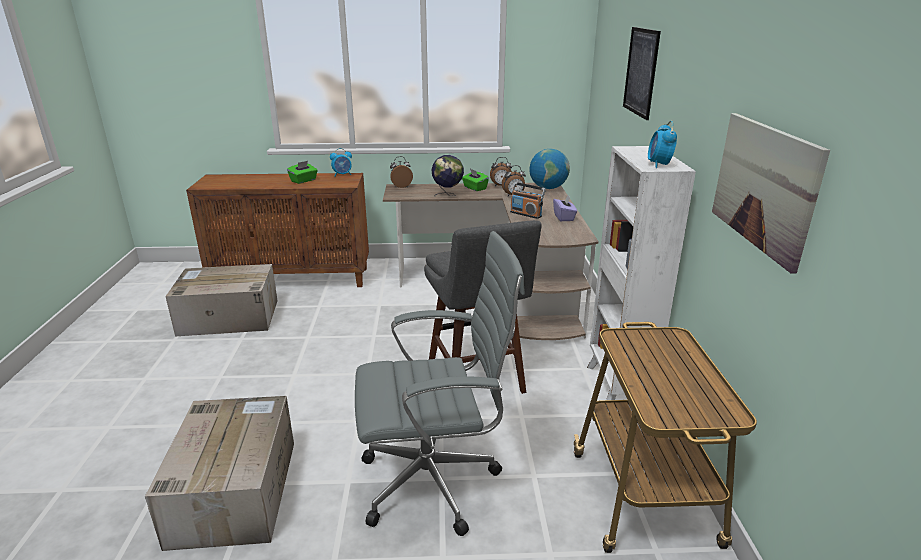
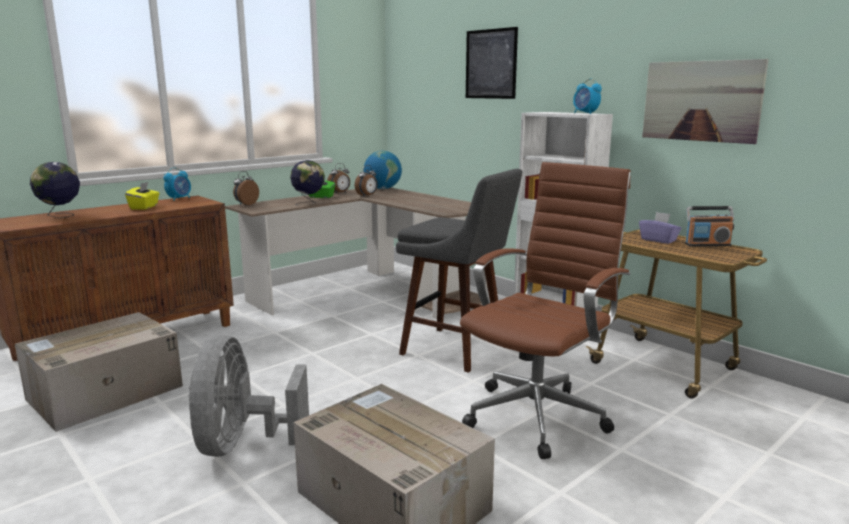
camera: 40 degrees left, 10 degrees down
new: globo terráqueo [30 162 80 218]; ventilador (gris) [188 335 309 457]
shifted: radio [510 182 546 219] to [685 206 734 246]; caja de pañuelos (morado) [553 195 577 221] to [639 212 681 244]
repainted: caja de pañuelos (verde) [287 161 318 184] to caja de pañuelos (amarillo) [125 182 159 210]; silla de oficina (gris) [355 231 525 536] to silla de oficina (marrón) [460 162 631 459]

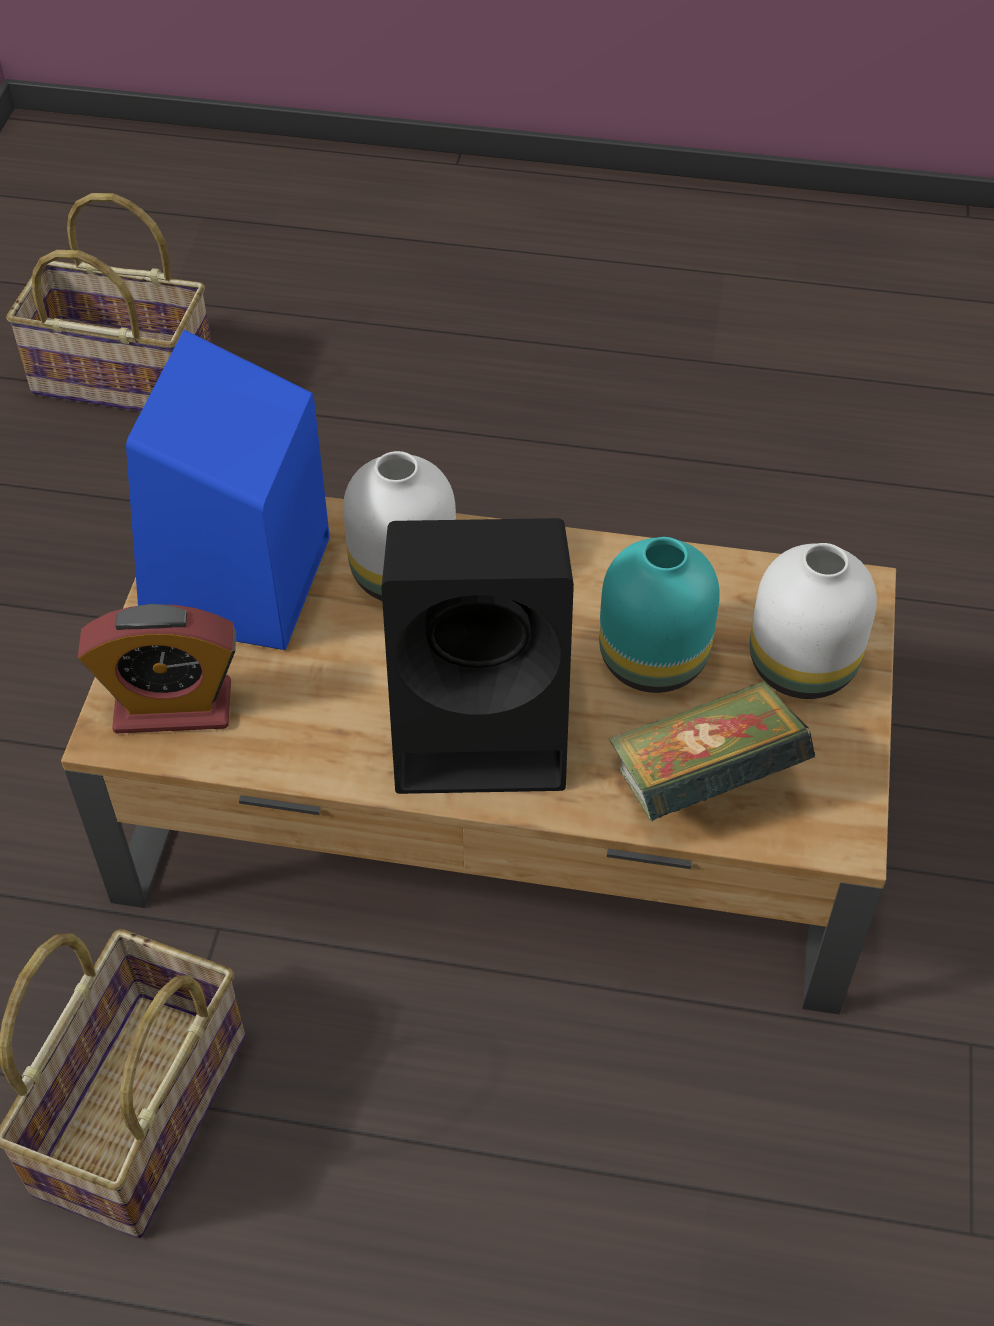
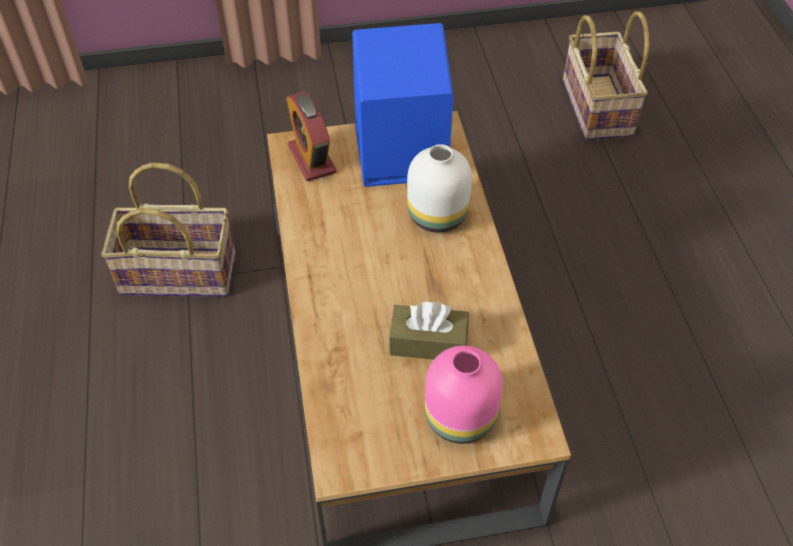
camera: 70 degrees right, 0 degrees up
gone: altavoz (negro) [381 518 574 794]; libro [609 681 815 821]
swapped: florero (turquesa) [599 537 720 693] to caja de pañuelos (marrón) [389 302 469 360]
repainted: florero (blanco) [750 543 877 699] to florero (rosa) [425 346 503 444]

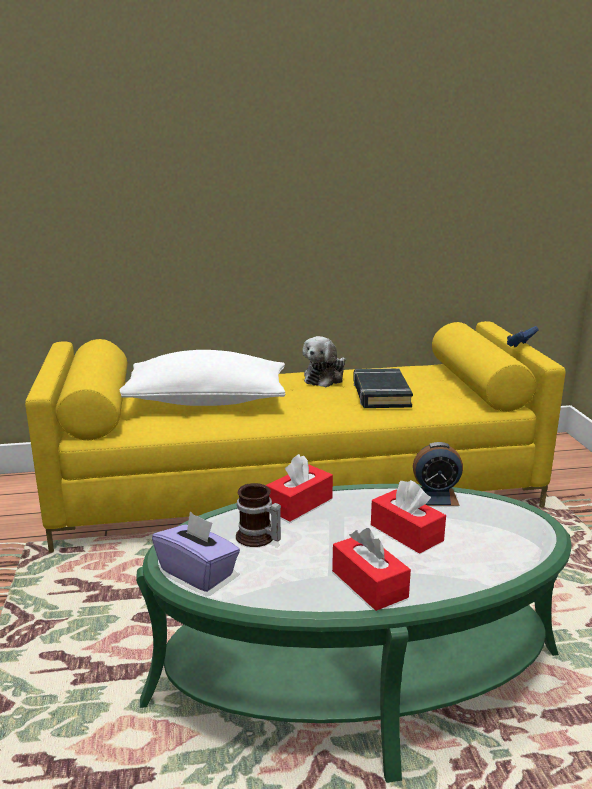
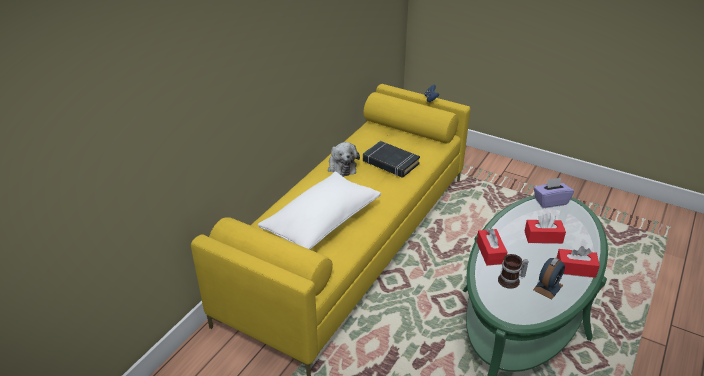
camera: 50 degrees left, 15 degrees up
shifted: despertador [413 442 463 506] to [533 258 565 299]; caja de pañuelos (morado) [152 512 240 592] to [534 178 574 208]

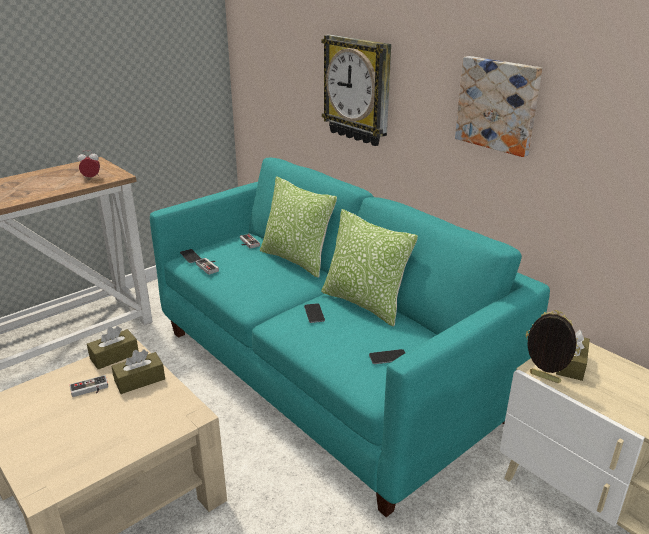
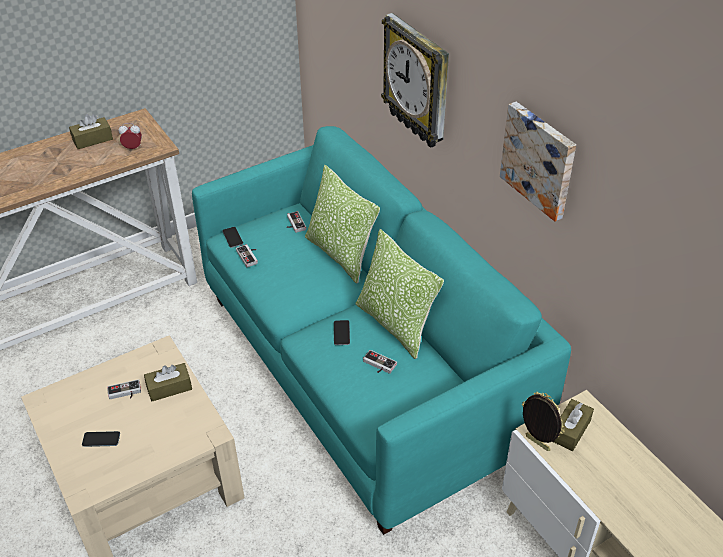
camera: 10 degrees right, 15 degrees up
new: mando de consola [363 350 397 374]
shifted: caja de pañuelos (marrón) [87 326 139 369] to [69 114 113 149]; móvil [369 349 405 364] to [82 431 120 447]

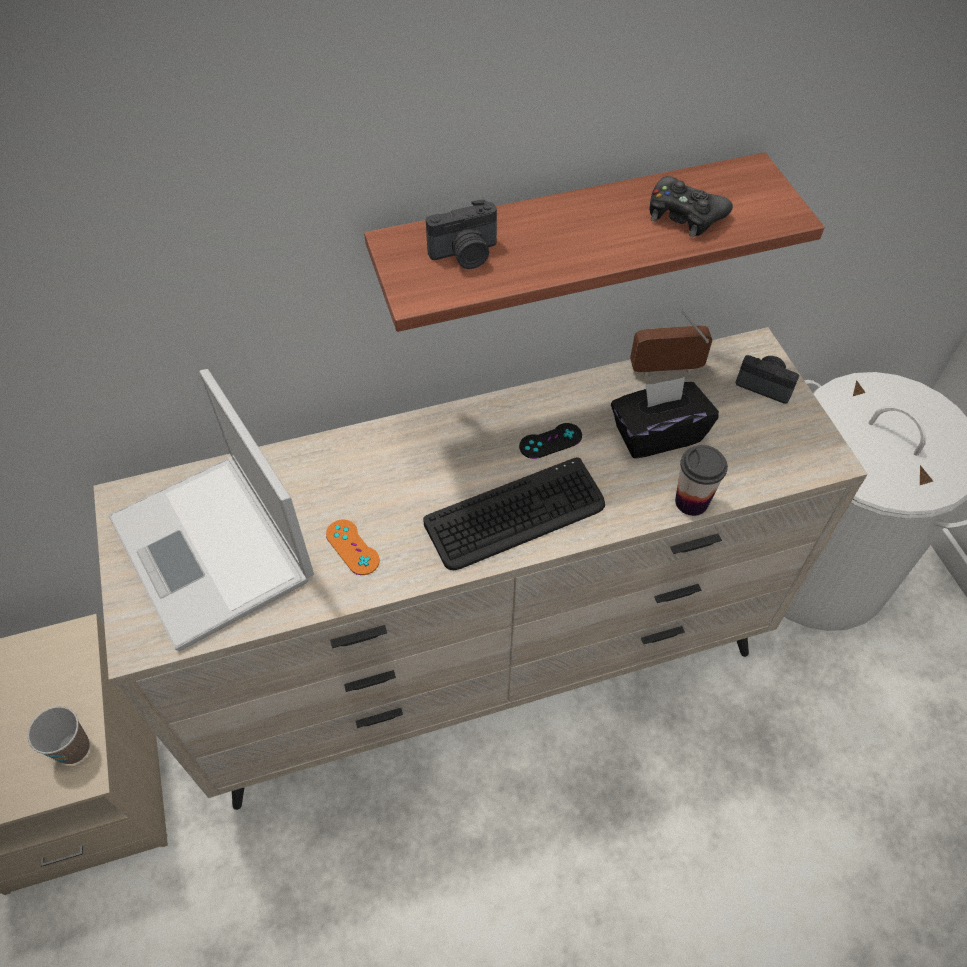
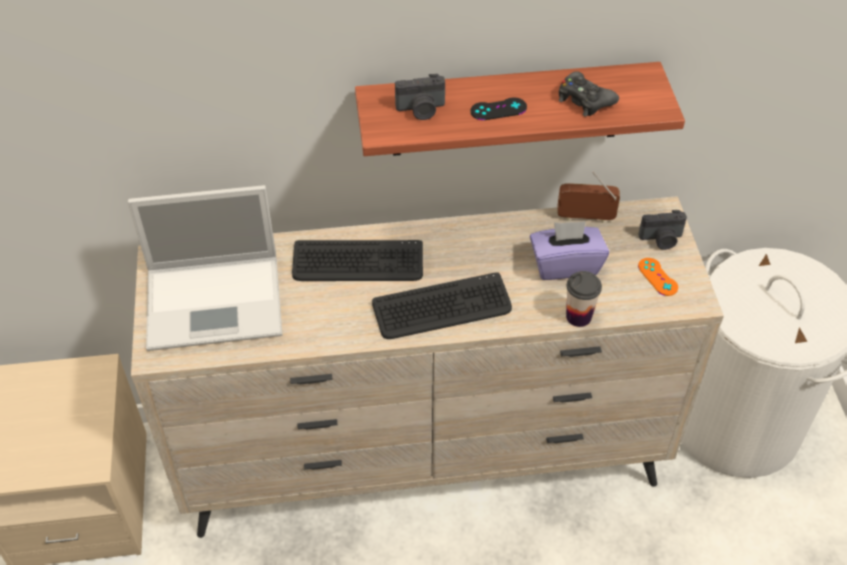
camera: 10 degrees right, 5 degrees down
gone: taza [28 706 90 764]
new: teclado [292 240 423 281]
shifted: mando de consola (negro) [519 423 582 459] to [470 97 527 120]; mando de consola (naranja) [326 520 380 575] to [638 258 678 296]
repainted: caja de pañuelos (negro) [611 377 719 459] to caja de pañuelos (morado) [530 221 609 280]
rotated: cámara [736 355 799 404] = [638 210 687 250] 135 degrees clockwise; portátil [109 369 314 651] = [128 185 282 351] 75 degrees counterclockwise

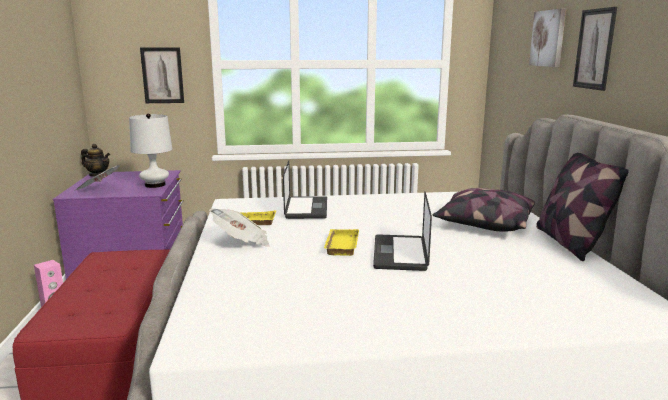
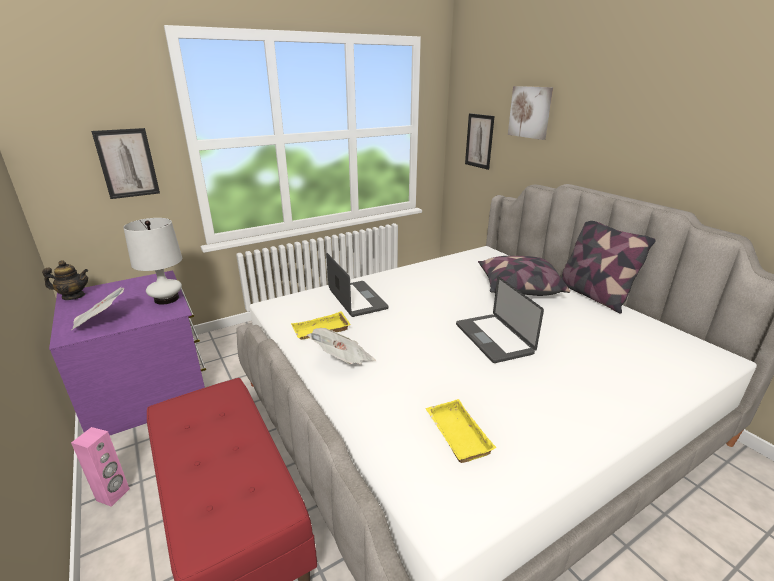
camera: 25 degrees left, 10 degrees up
shifted: cuadro [573 7 617 91] to [465 113 494 170]; bandeja (amarillo) [324 229 359 256] to [426 399 497 463]

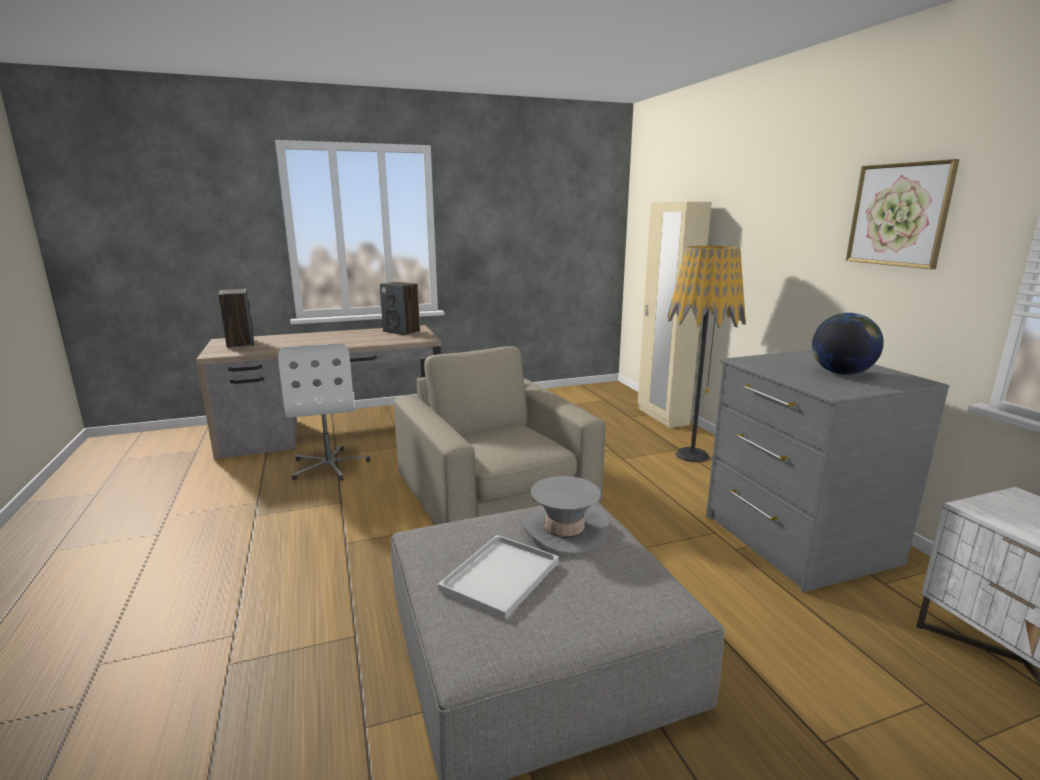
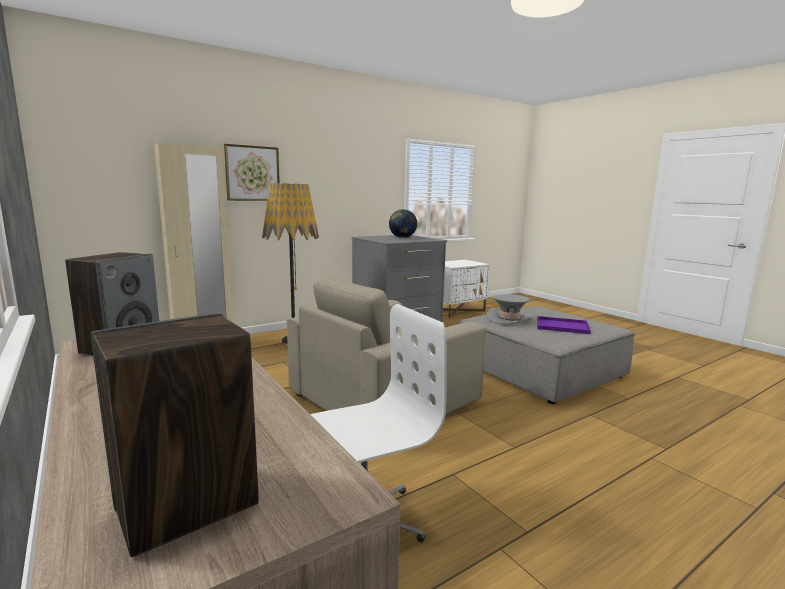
camera: 105 degrees left, 5 degrees down
shifted: cuadro [846 159 960 269] to [224 144 280 201]
repainted: bandeja (blanco) [438 535 559 620] to bandeja (morado) [537 316 591 334]

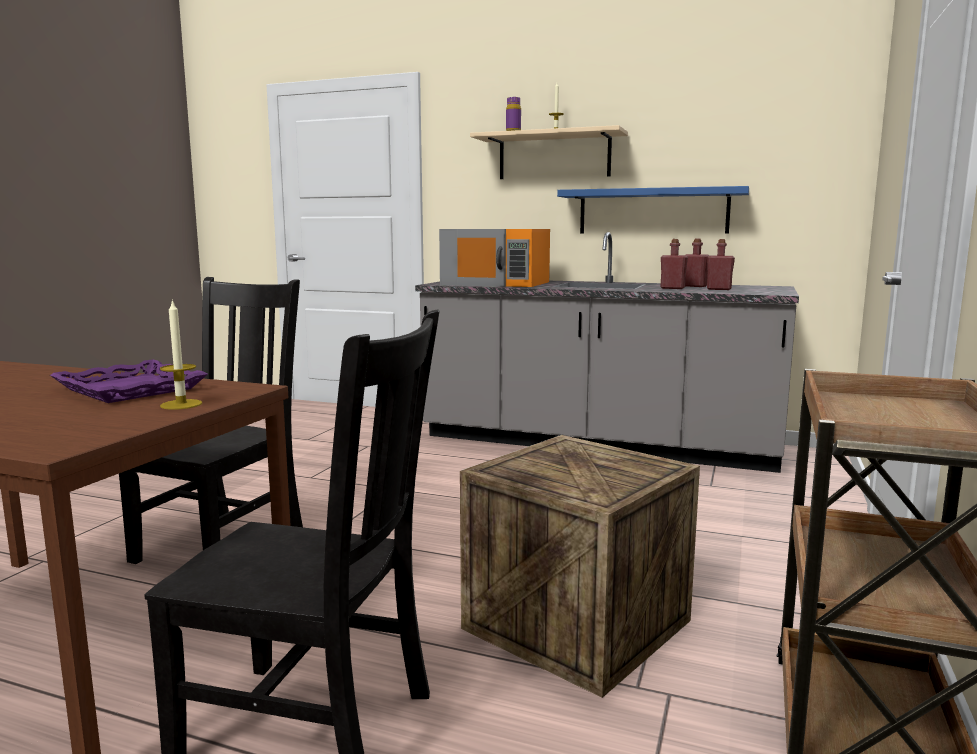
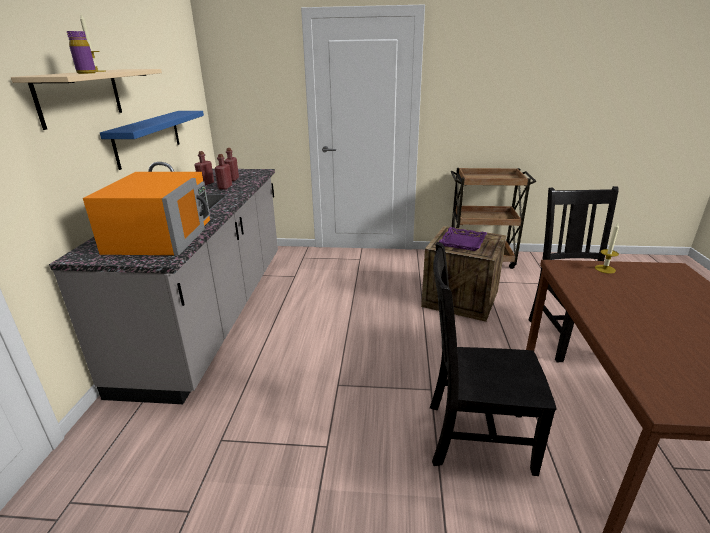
camera: 105 degrees left, 15 degrees up
shifted: bandeja (morado) [50 359 208 403] to [439 227 487 251]

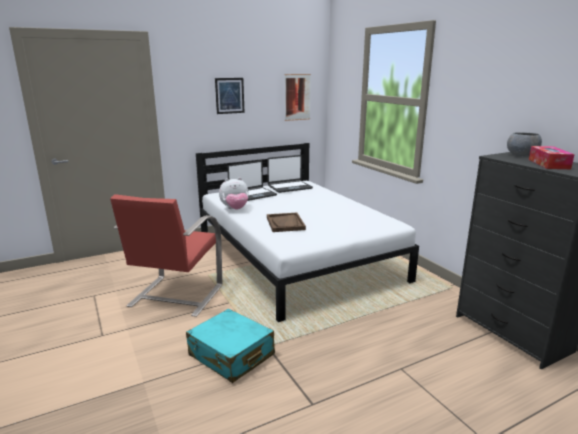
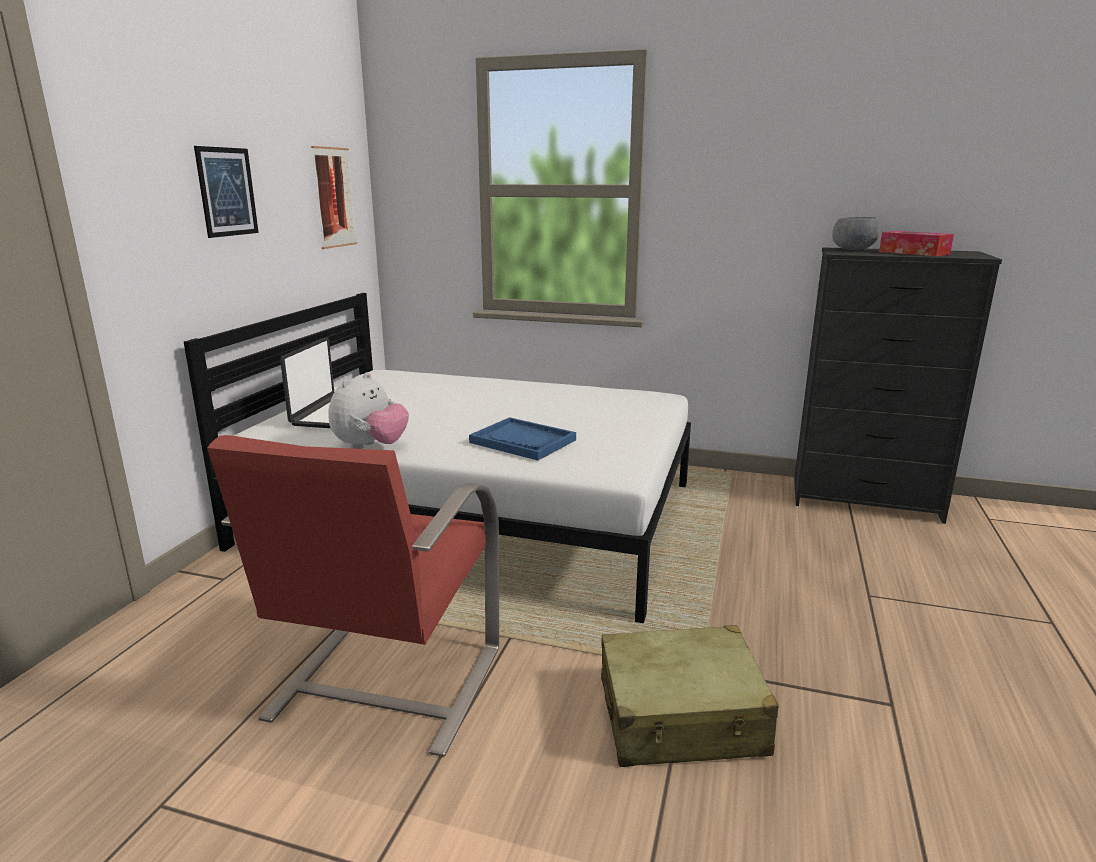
camera: 45 degrees left, 0 degrees up
gone: portátil [267 155 313 193]
repainted: bandeja (marrón) [267 213 306 232] to bandeja (azul) [469 417 576 460]; maleta (turquesa) [186 309 275 383] to maleta (beis) [601 625 778 767]
rotated: sillón (rojo) [110 195 222 317] = [207 435 499 757] 45 degrees clockwise

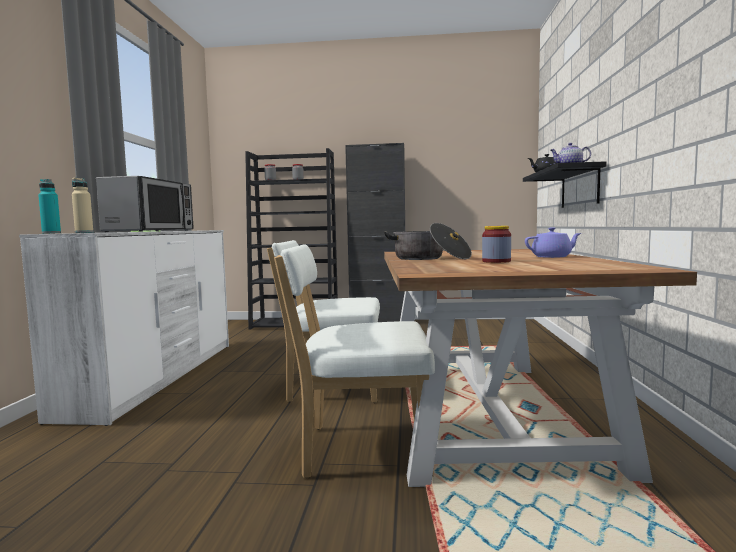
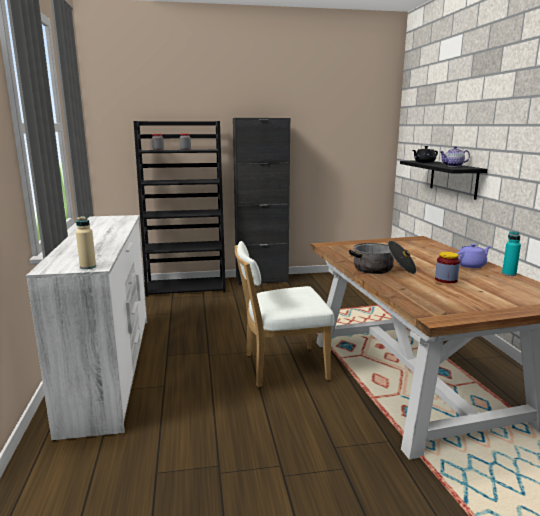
camera: 15 degrees left, 10 degrees up
gone: microondas [96 176 194 232]; silla (blanco) [274 244 435 478]
shifted: botella (turquesa) [38 179 61 234] to [502 231 521 276]

